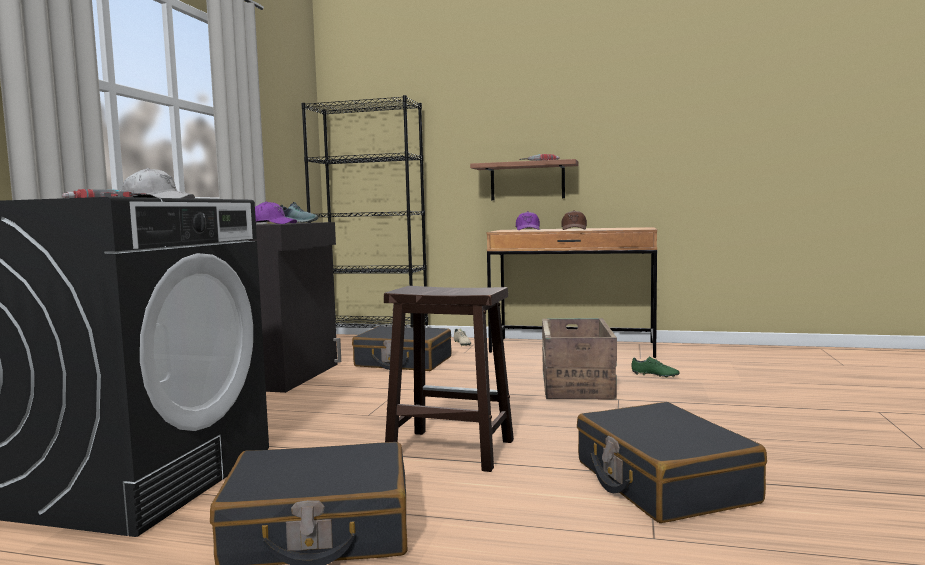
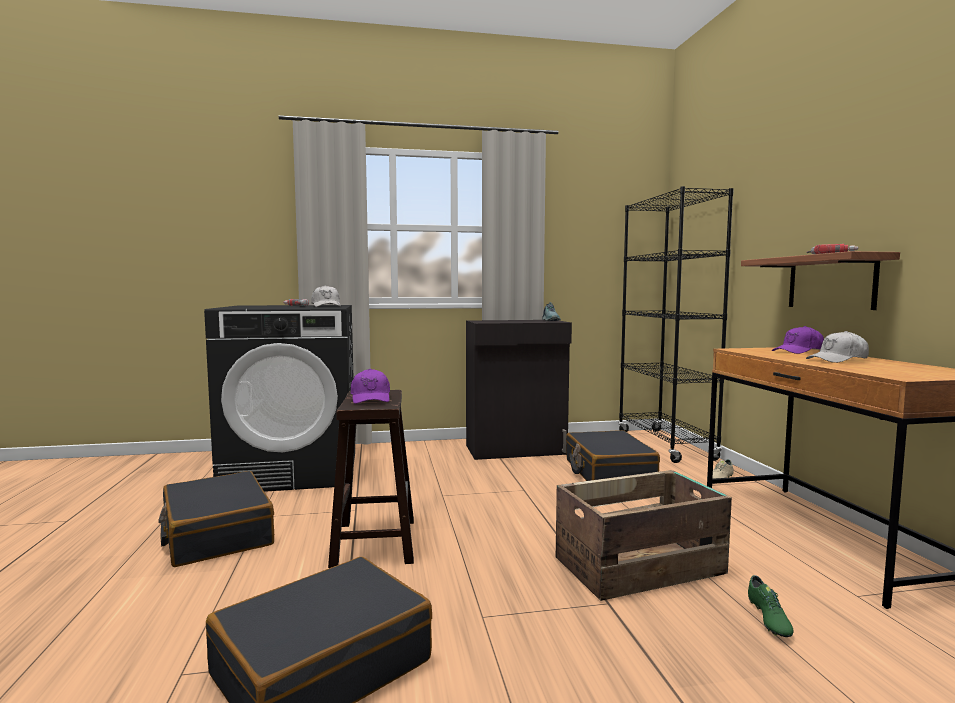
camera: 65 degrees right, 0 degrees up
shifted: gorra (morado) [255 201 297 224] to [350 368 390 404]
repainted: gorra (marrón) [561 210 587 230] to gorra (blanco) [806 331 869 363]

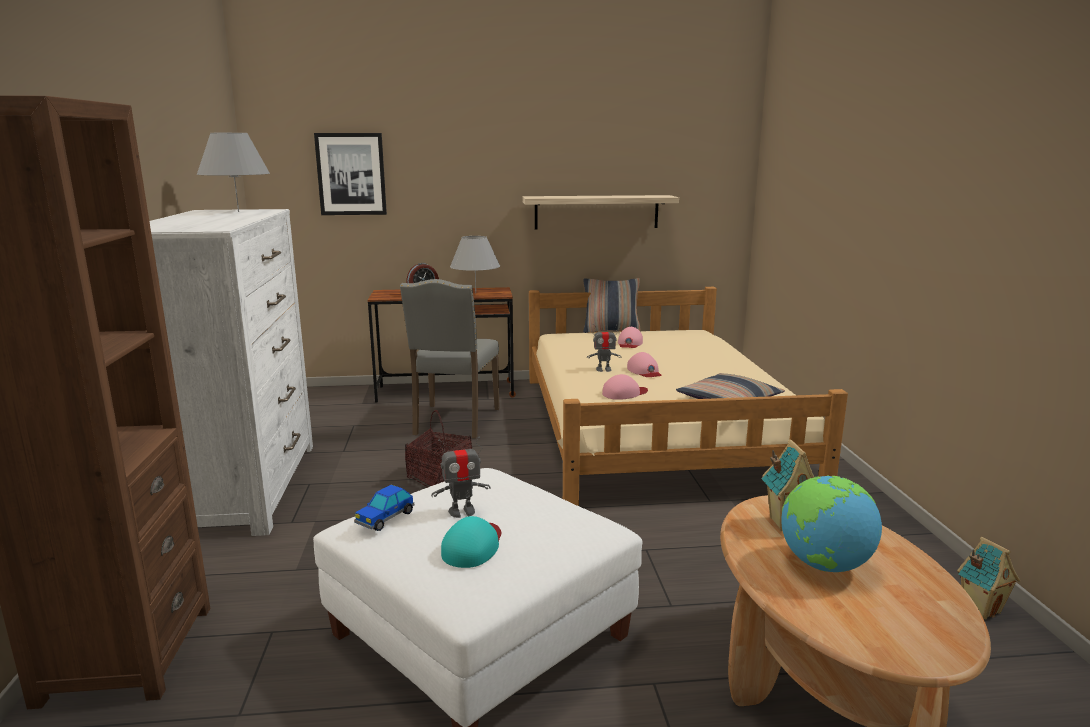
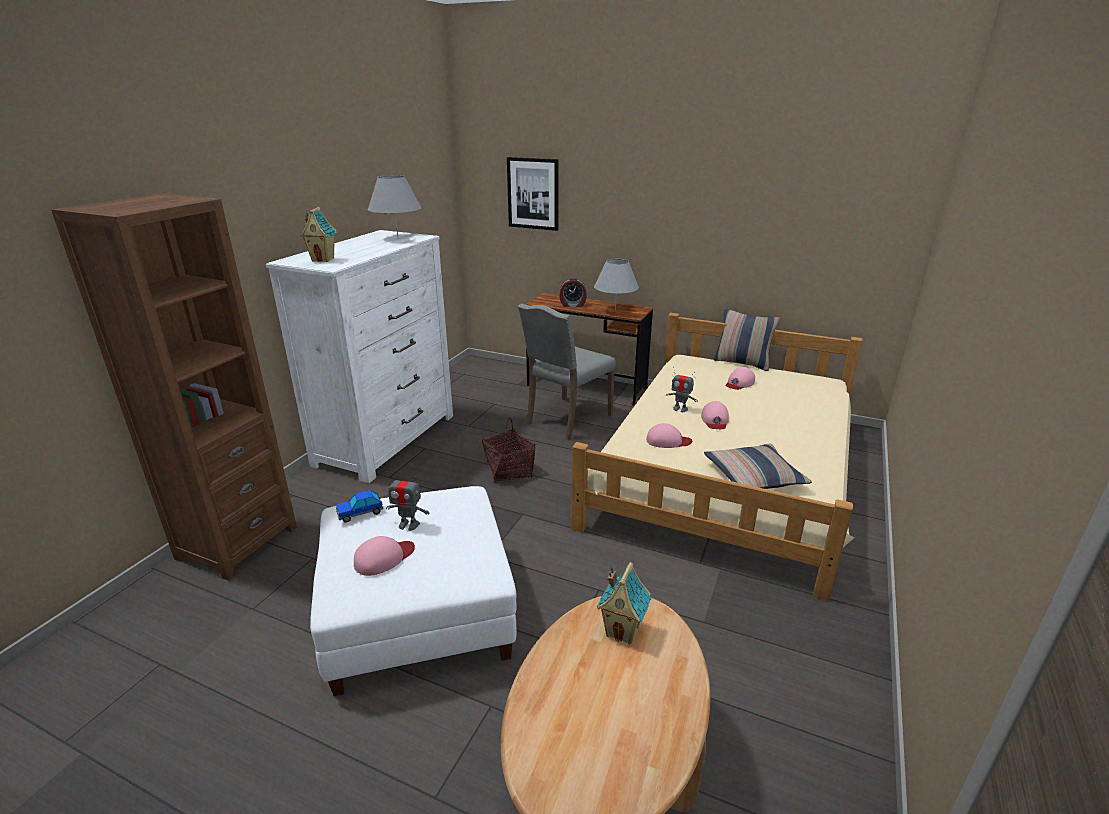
camera: 30 degrees right, 10 degrees up
gone: estante [522 195 679 229]; globo terráqueo [781 475 882 572]
shifted: casita [957 537 1020 619] to [300 207 337 262]
repainted: gorra (turquesa) [441 516 501 568] to gorra (rosa) [354 536 415 576]

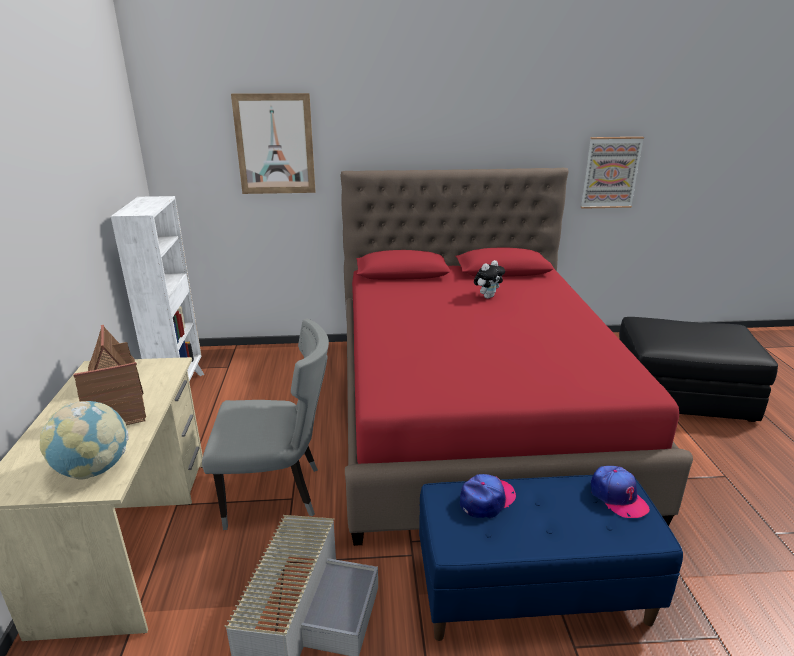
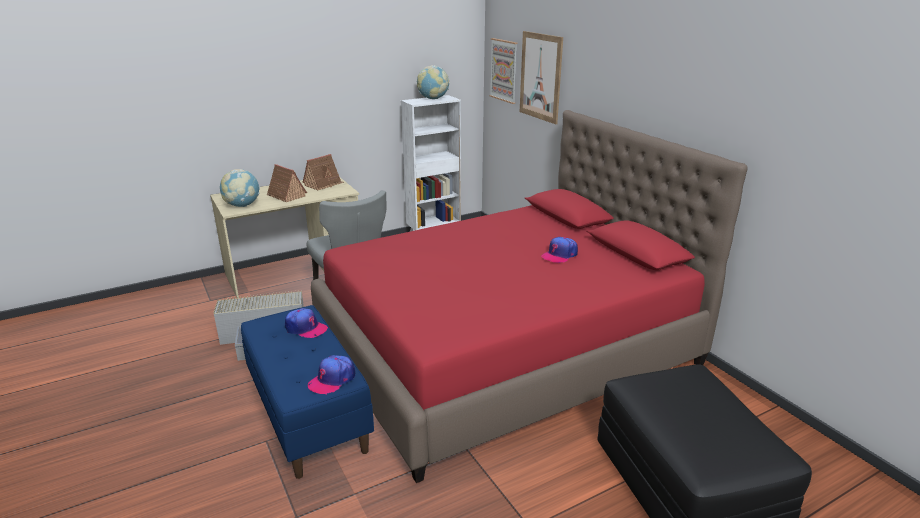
camera: 65 degrees right, 0 degrees up
new: globo terráqueo [417 65 450 99]
shifted: cuadro [581 137 644 209] to [490 38 518 104]
swapped: peluche [474 260 505 299] to gorra [541 237 578 264]

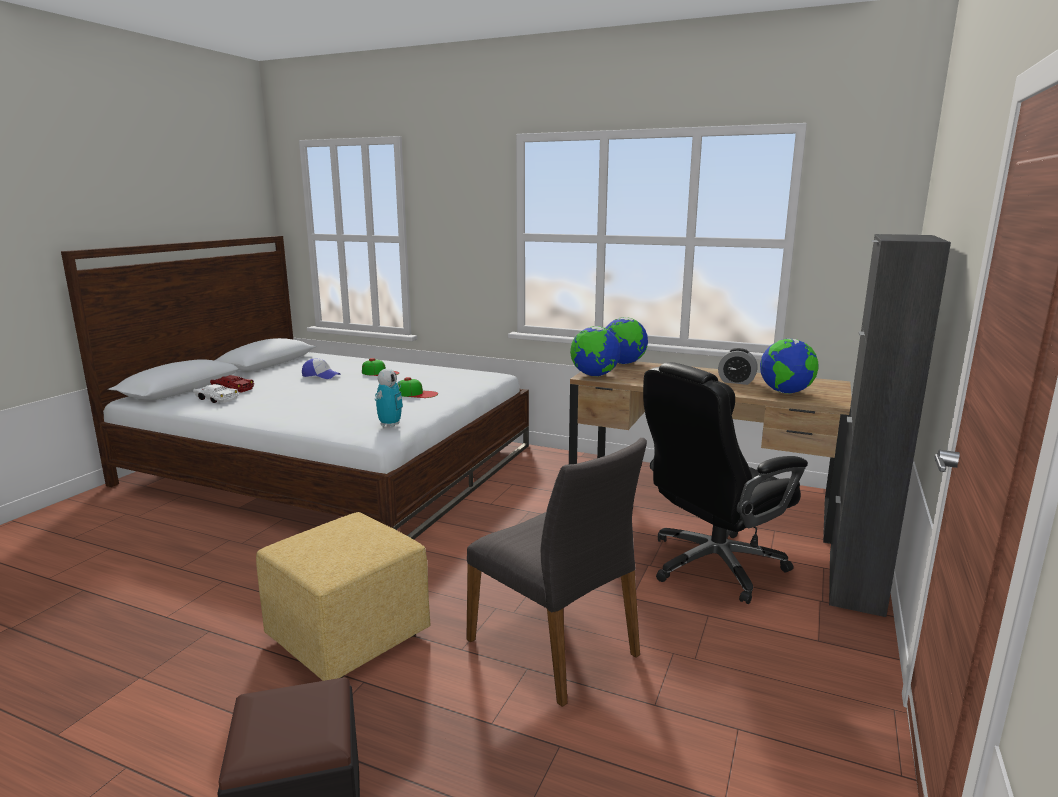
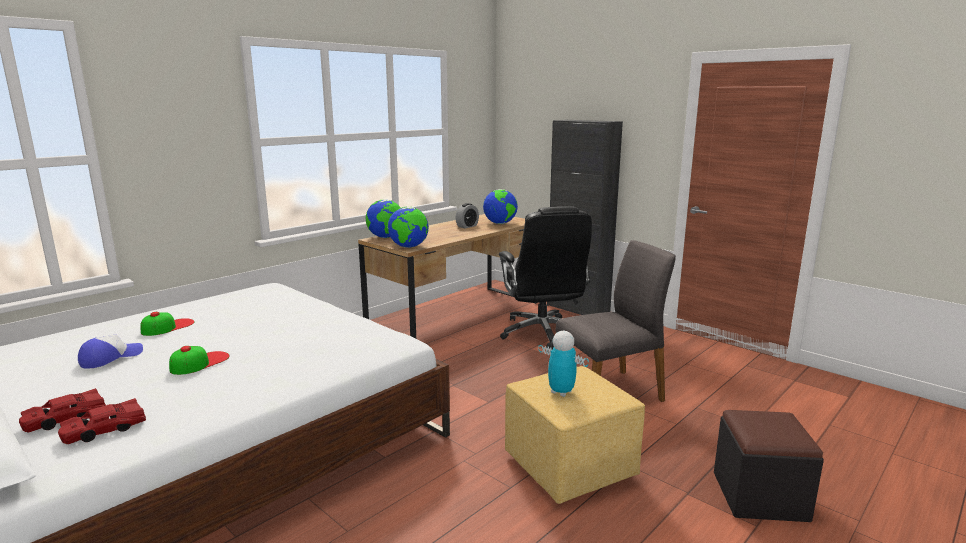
camera: 70 degrees left, 0 degrees up
shifted: robot de juguete [375 369 403 427] to [538 330 589 397]; gorra [398 377 438 398] to [169 346 229 375]
repainted: coche de juguete (blanco) [193 384 239 403] to coche de juguete (rojo) [58 398 146 444]

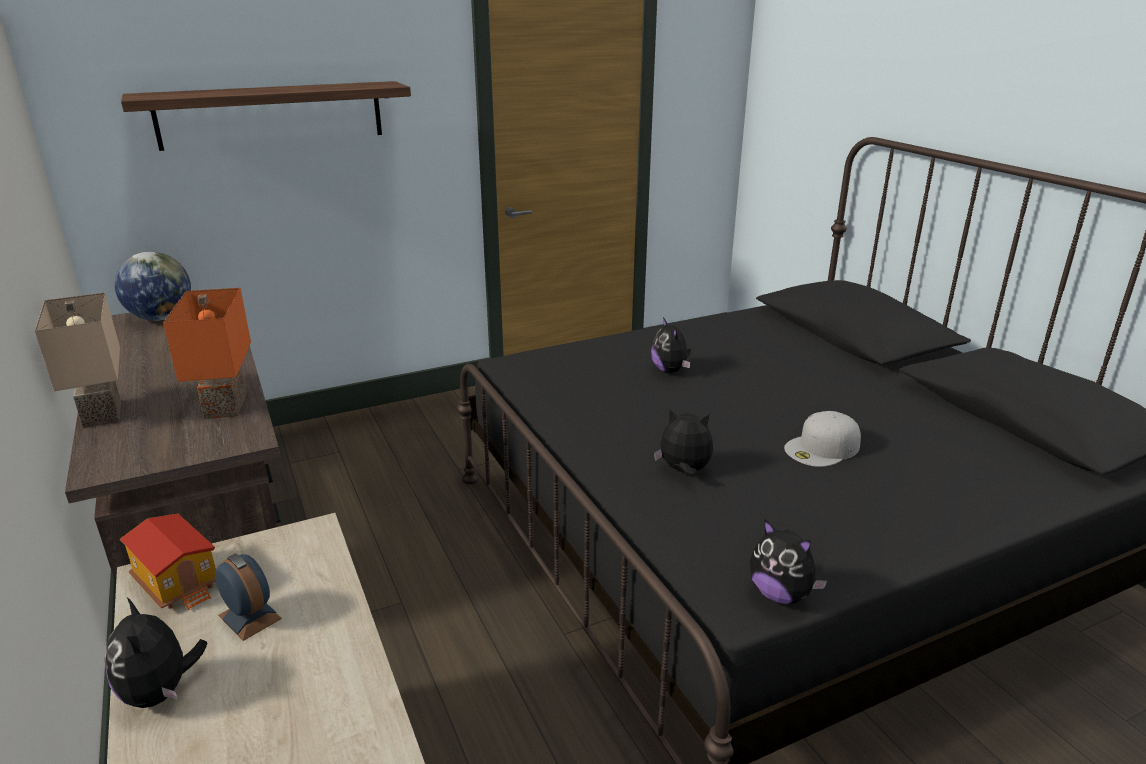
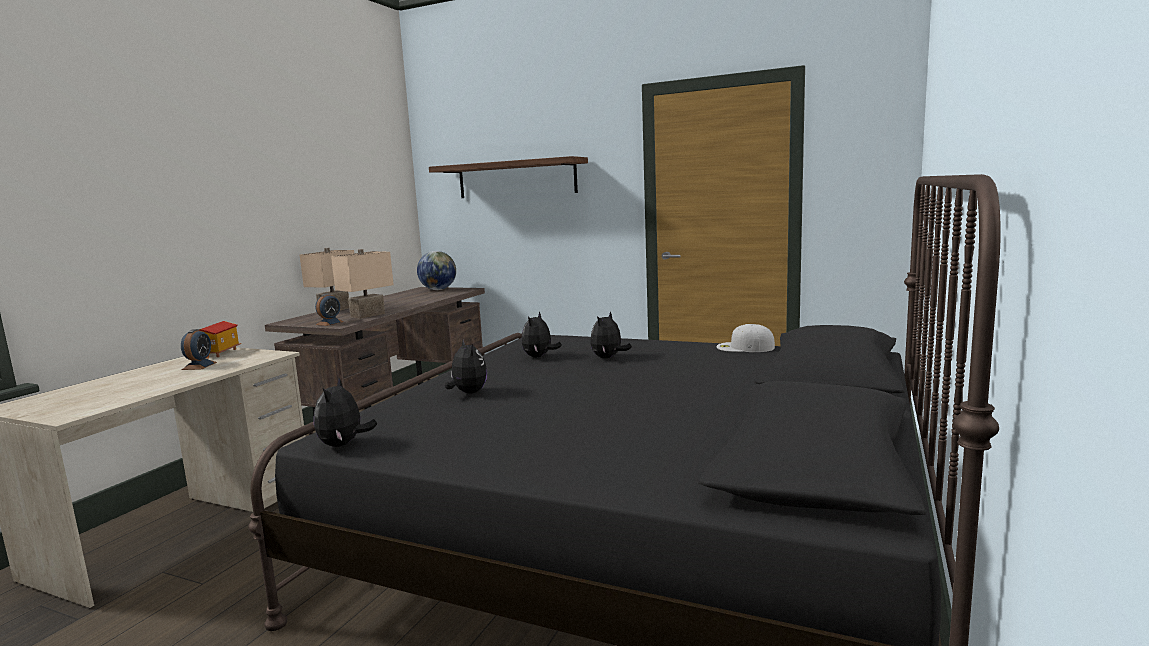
camera: 50 degrees right, 15 degrees down
new: despertador [315 294 344 326]
shifted: gorra (blanco) [784 411 861 467] to [716 324 775 352]; peluche [105 597 208 708] to [521 312 562 357]
repainted: lámpara de mesa (naranja) [163 288 251 419] to lámpara de mesa (beis) [331 249 394 319]

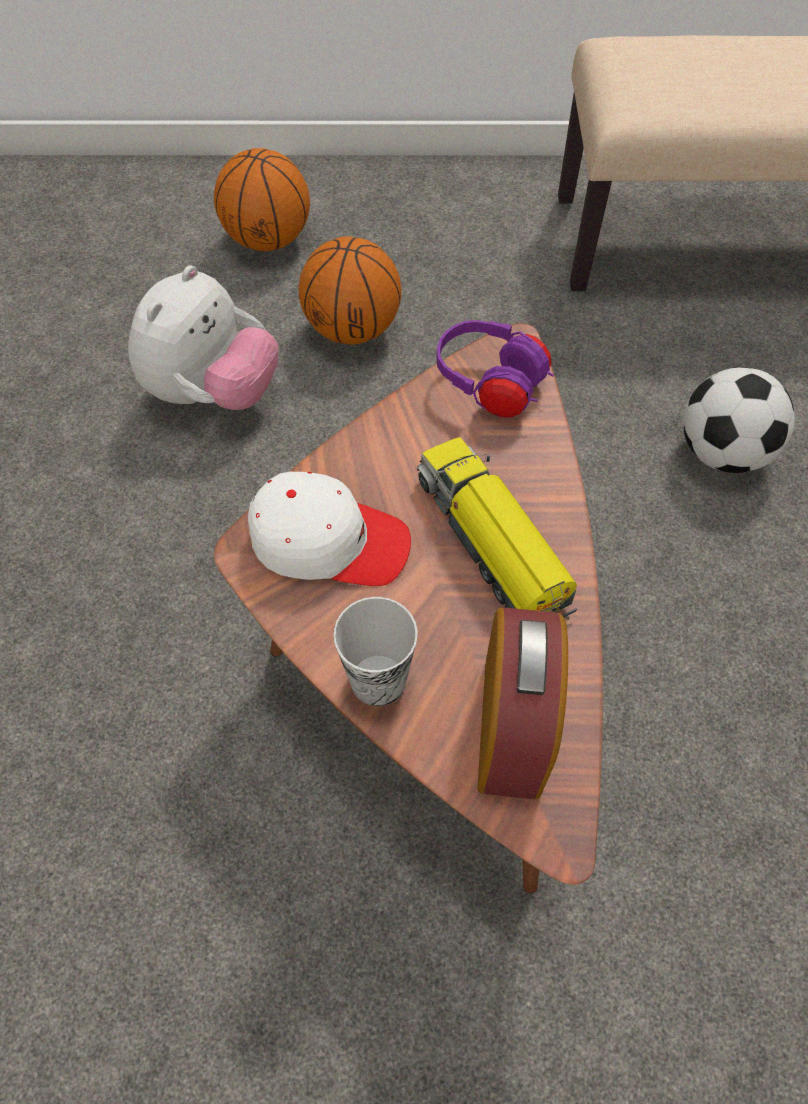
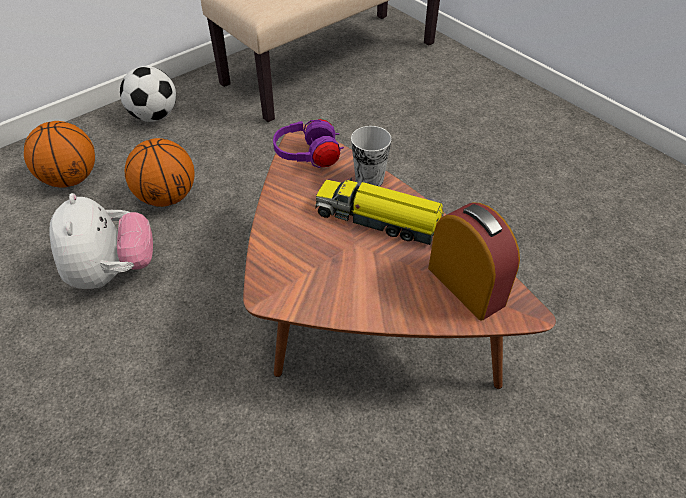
camera: 40 degrees left, 10 degrees down
gone: gorra (blanco) [248 472 411 586]
shifted: balón de fútbol [683 368 795 473] to [120 66 176 122]; taza [333 597 418 706] to [351 126 392 187]

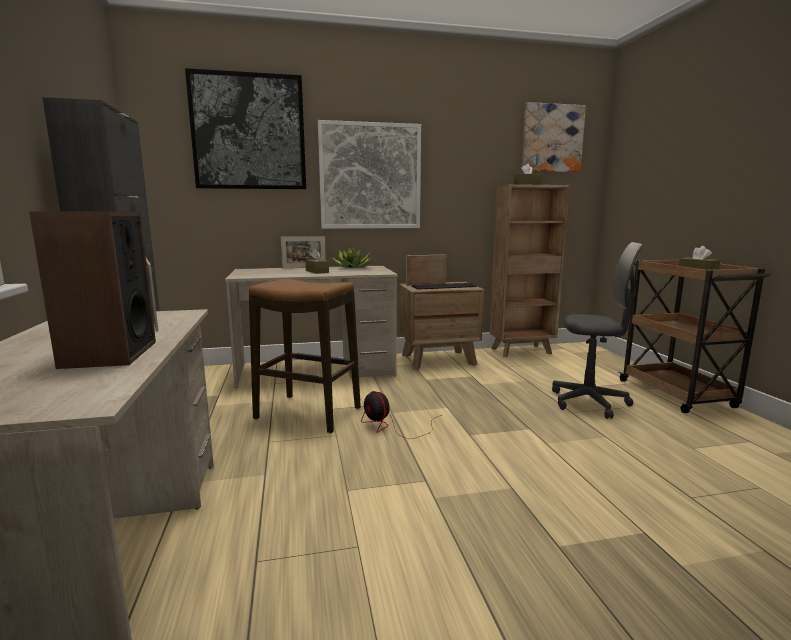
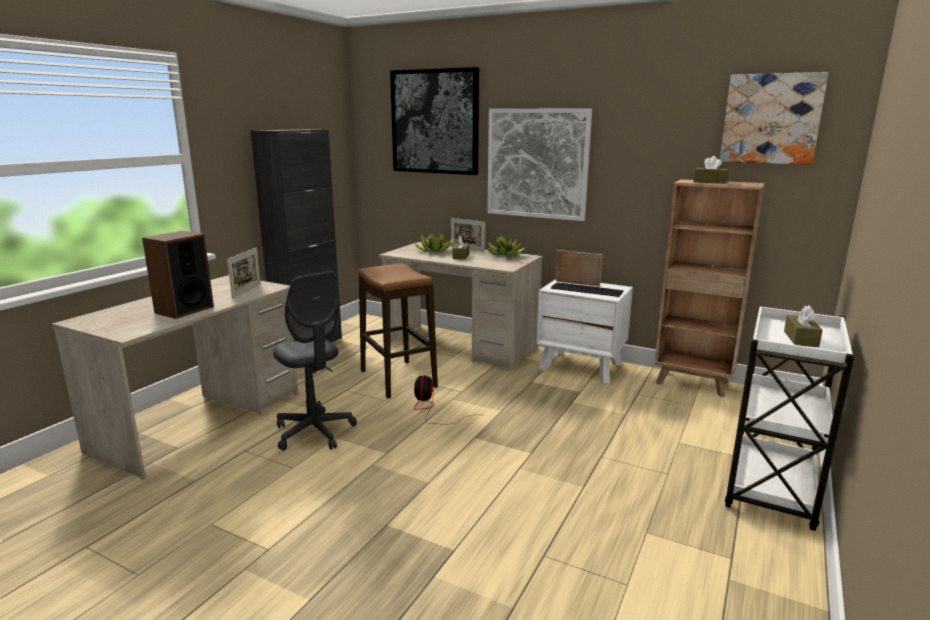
camera: 40 degrees right, 5 degrees up
new: planta en maceta [414 233 454 252]
shifted: silla de oficina (gris) [552 242 642 419] to [273 271 357 451]
repainted: carrito (marrón) [619 260 771 413] to carrito (blanco) [725 305 855 531]; mesita de noche (marrón) [399 282 484 370] to mesita de noche (blanco) [536 279 633 383]

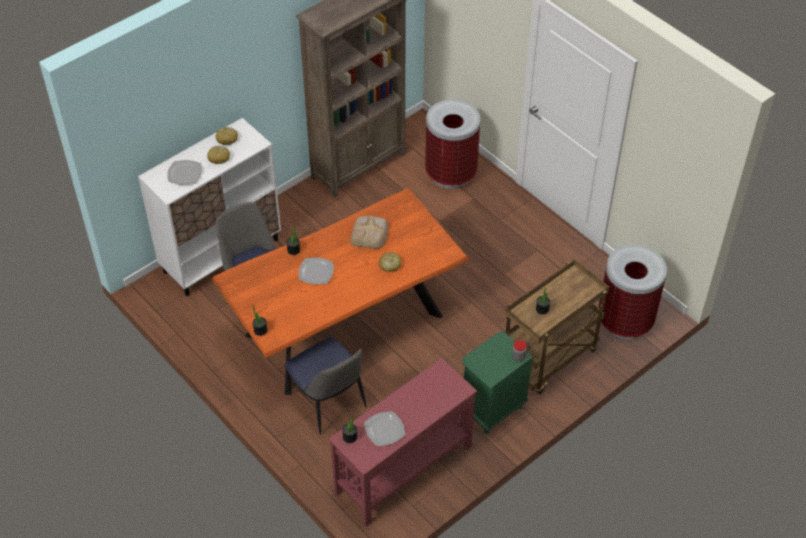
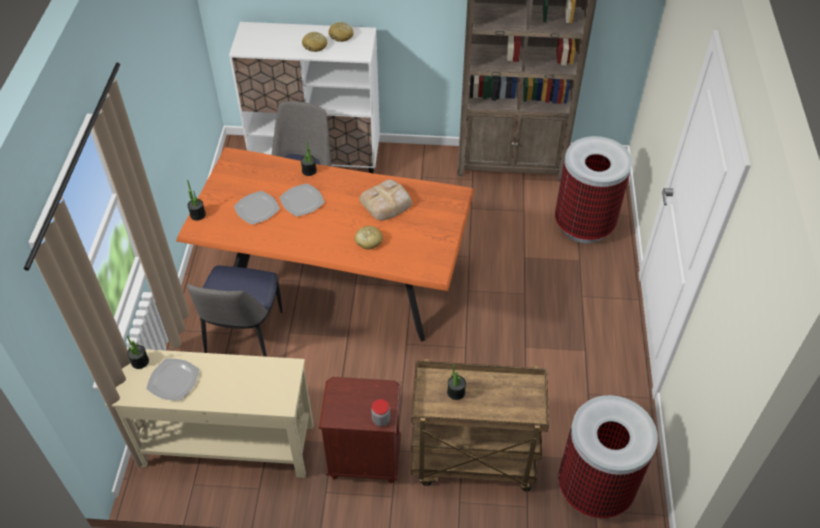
camera: 45 degrees right, 0 degrees up
shifted: plato [167 160 202 185] to [234 191 280 225]
repainted: mesita de noche (verde) [462 332 534 434] to mesita de noche (marrón) [319 377 401 484]; mesa consola (rojo) [329 358 477 527] to mesa consola (beis) [105 348 314 478]

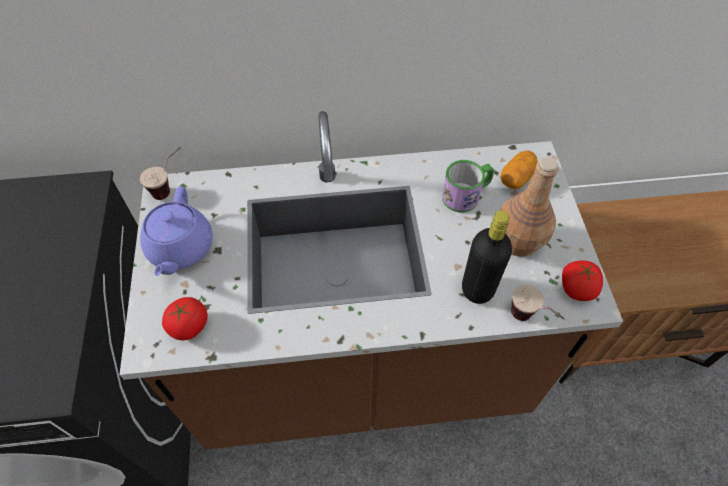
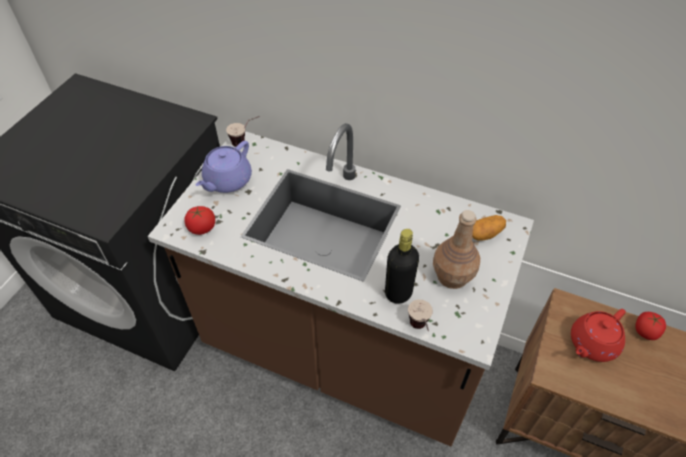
camera: 30 degrees right, 5 degrees down
gone: taza grande [442 160 494 212]
new: tetera (rojo) [571 309 626 362]
shifted: tomate [562 260 603 301] to [635 312 666 340]

